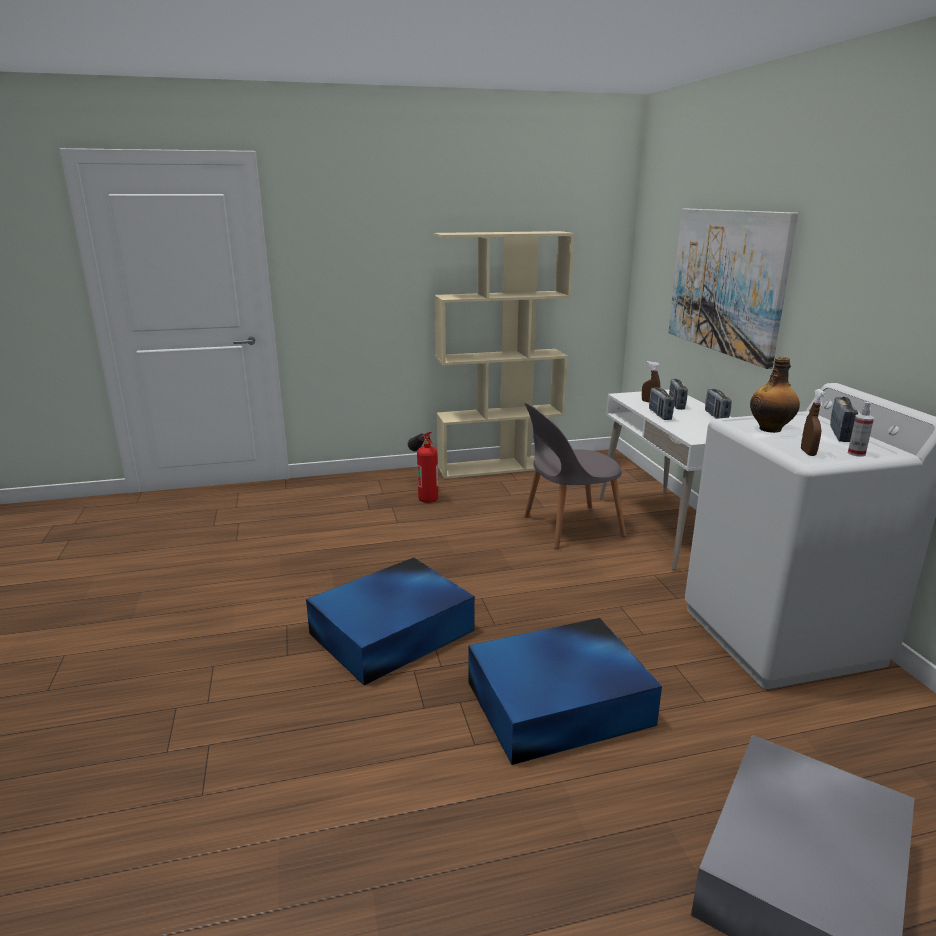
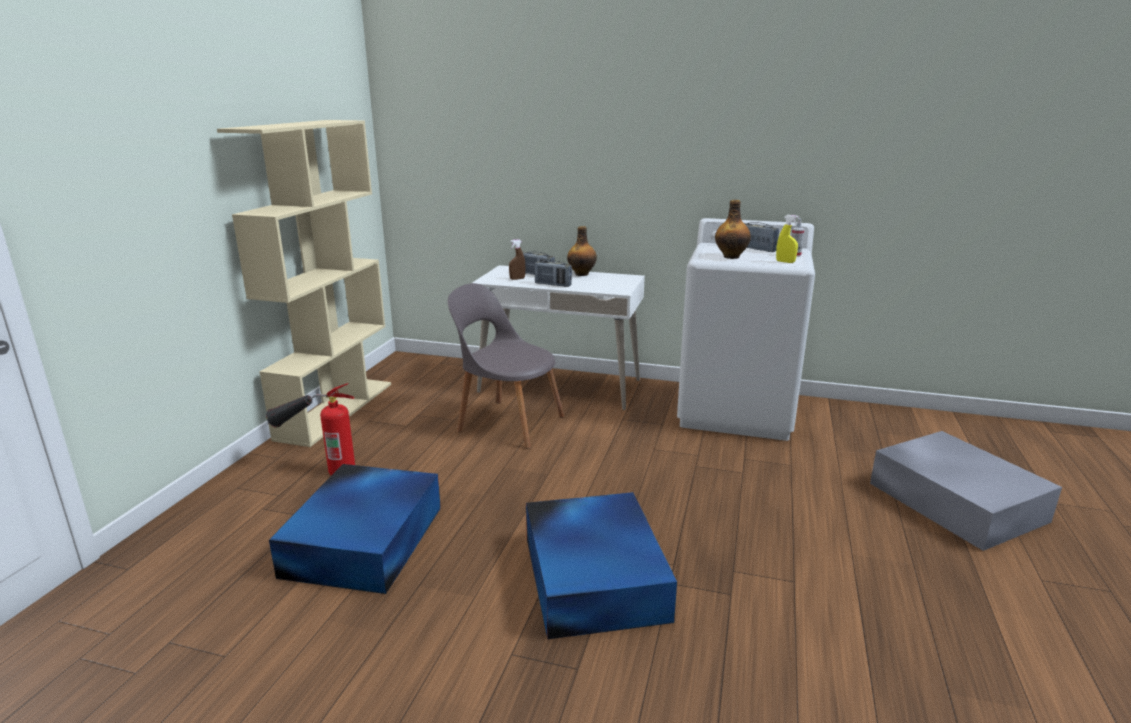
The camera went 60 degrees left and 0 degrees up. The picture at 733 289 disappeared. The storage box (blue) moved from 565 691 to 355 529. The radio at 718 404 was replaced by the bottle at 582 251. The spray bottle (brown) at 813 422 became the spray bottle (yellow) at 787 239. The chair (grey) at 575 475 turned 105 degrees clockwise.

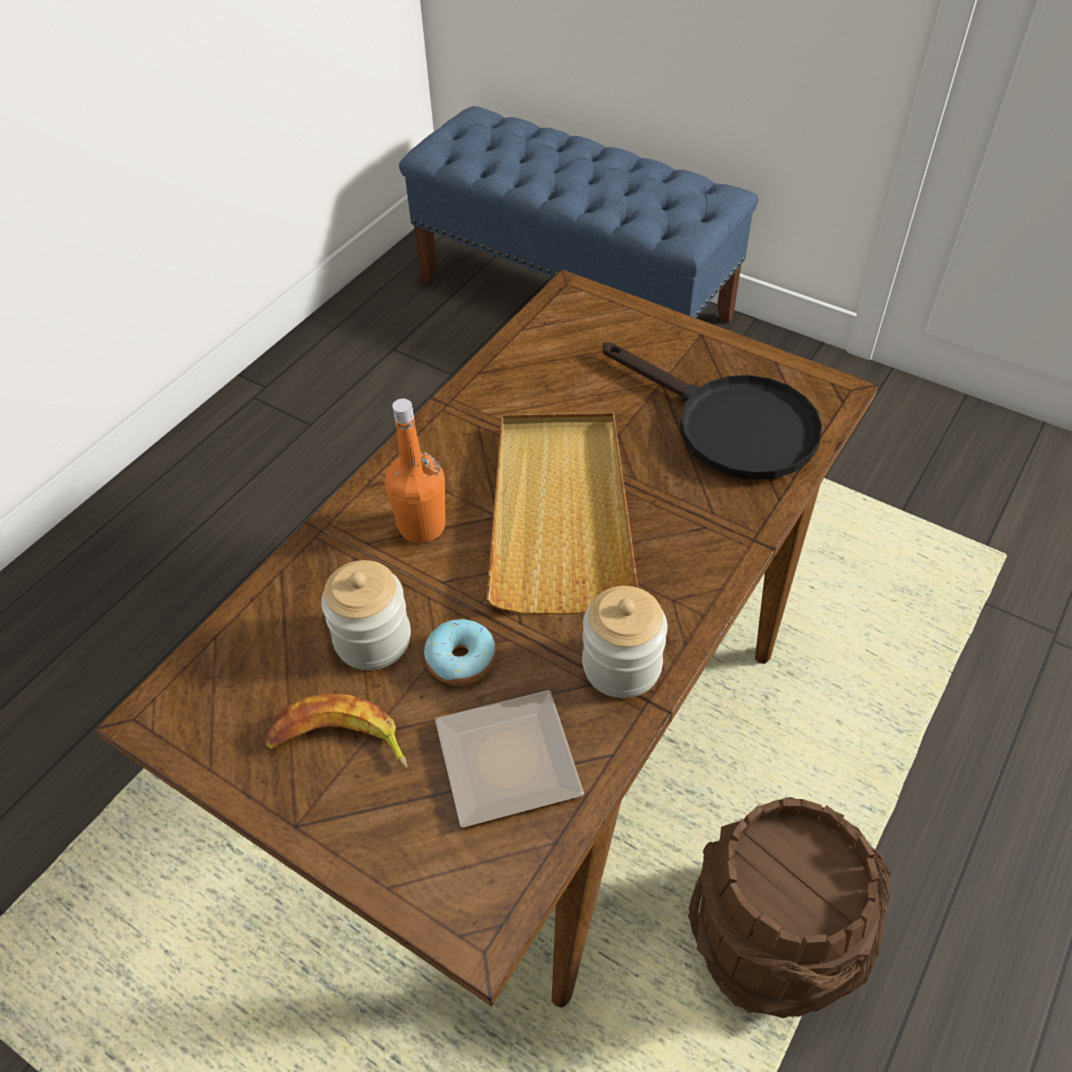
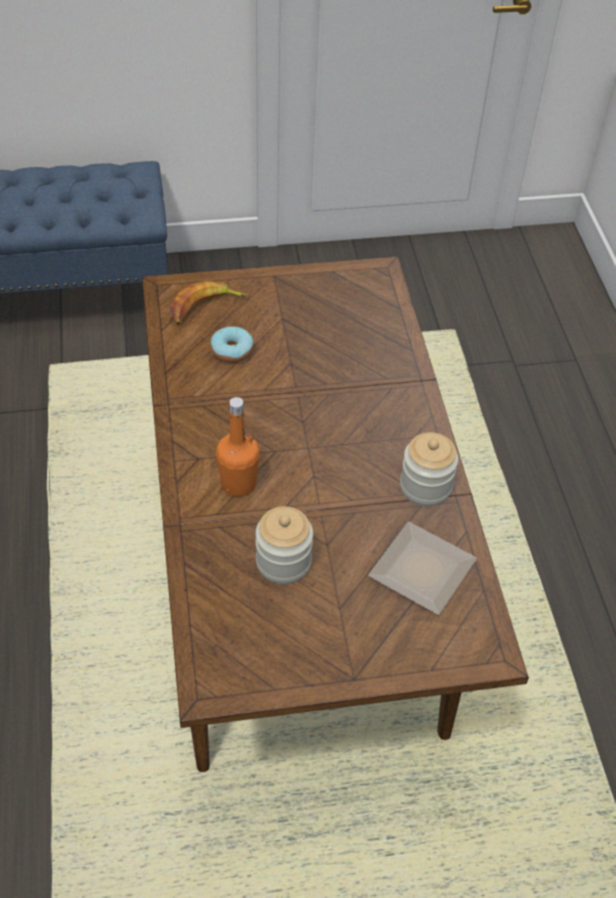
The camera went 45 degrees left and 0 degrees up. The tray (beige) at 562 513 disappeared. The frying pan (black) at 712 411 disappeared. The bucket (brown) at 789 907 disappeared. The banana moved from 336 731 to 209 302. The donut moved from 460 652 to 232 344.

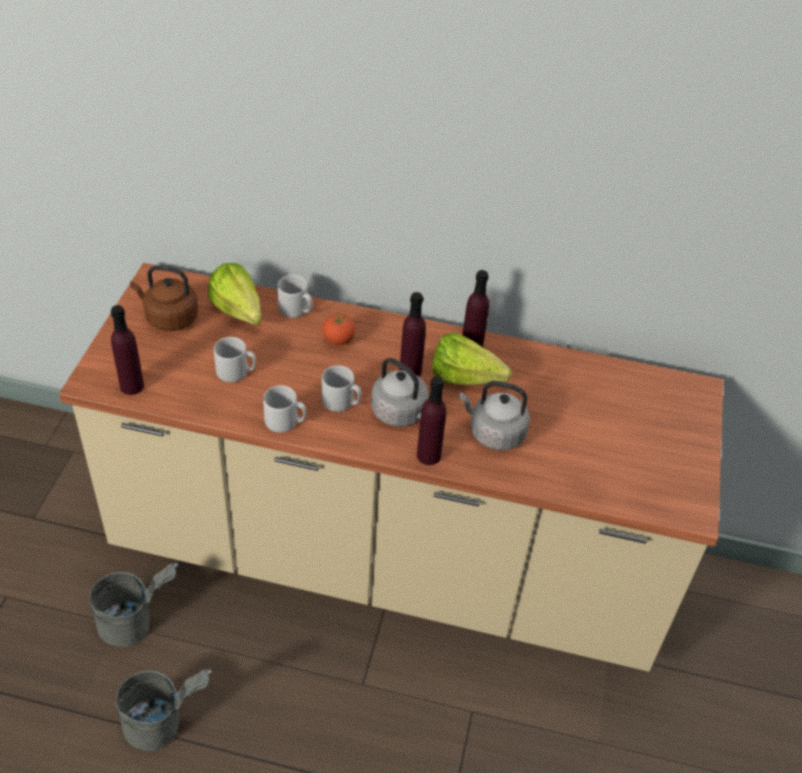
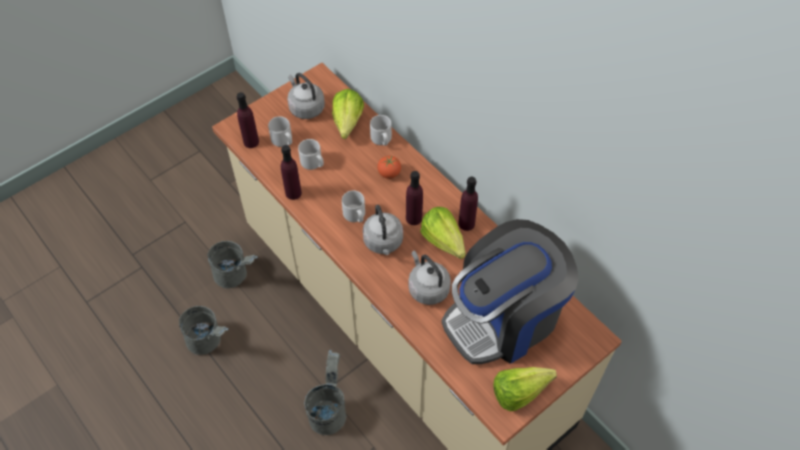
The camera went 40 degrees right and 10 degrees up. The bucket (grey) at 325 392 appeared. The coffee machine at 510 291 appeared. The lettuce at 525 389 appeared. The mug (grey) moved from 284 409 to 280 131. The bottle (purple) moved from 431 420 to 291 172. The kettle (brown) at 164 298 became the kettle (grey) at 306 96.

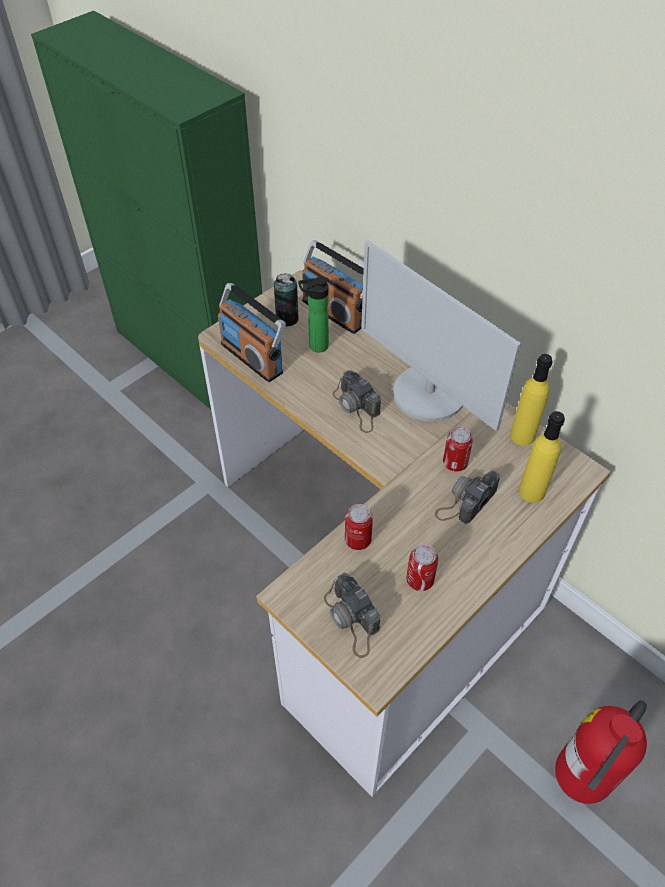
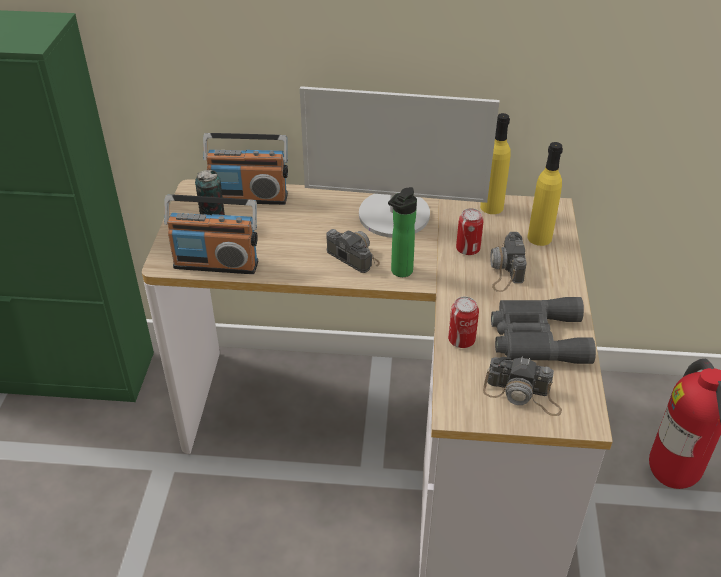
The camera went 40 degrees left and 10 degrees down. The bottle moved from 313 314 to 402 232. The can at 422 567 was replaced by the binoculars (grey) at 543 330. The photo camera at 357 401 turned 150 degrees counterclockwise.

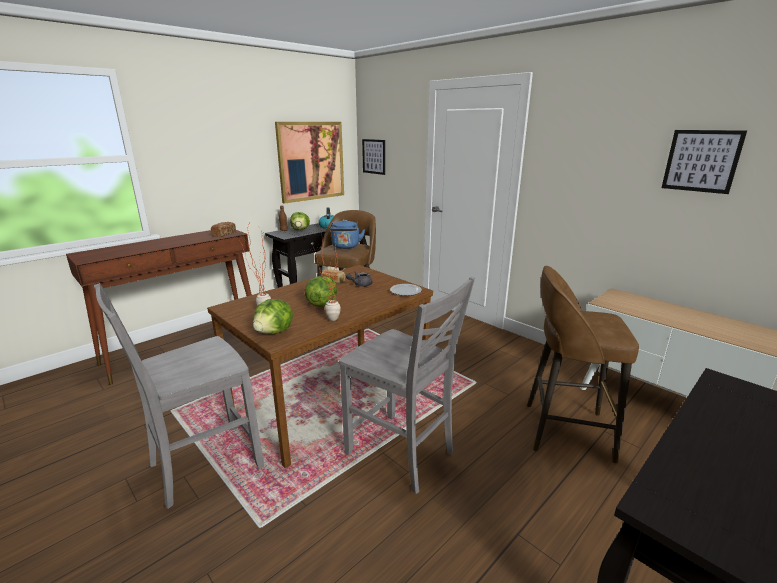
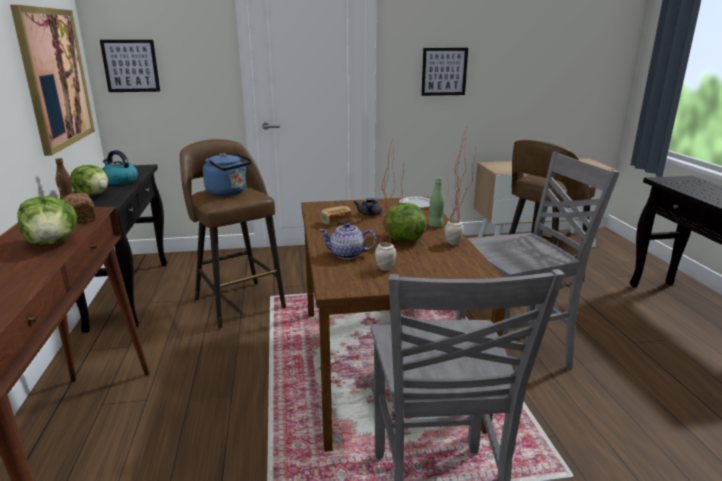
The camera went 55 degrees left and 0 degrees up. The teapot at 347 241 appeared. The bottle (green) at 437 202 appeared. The lettuce moved from 273 316 to 47 221. The picture moved from 704 162 to 444 72.

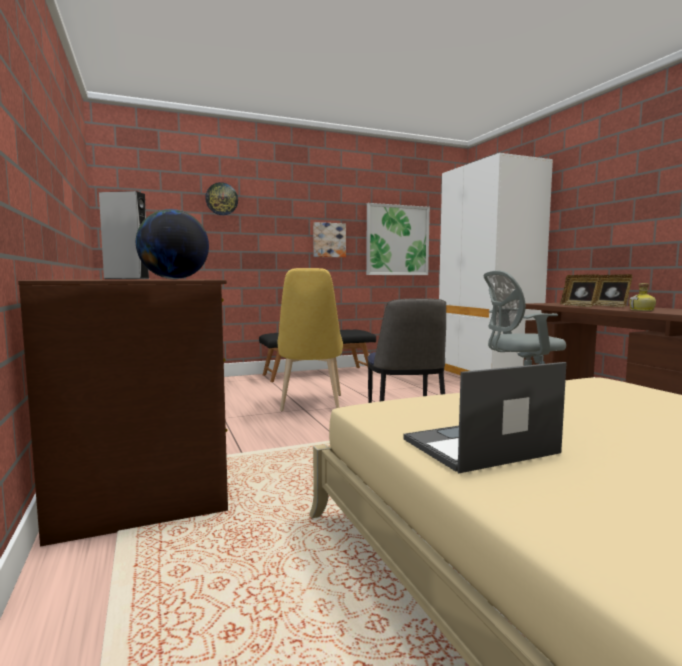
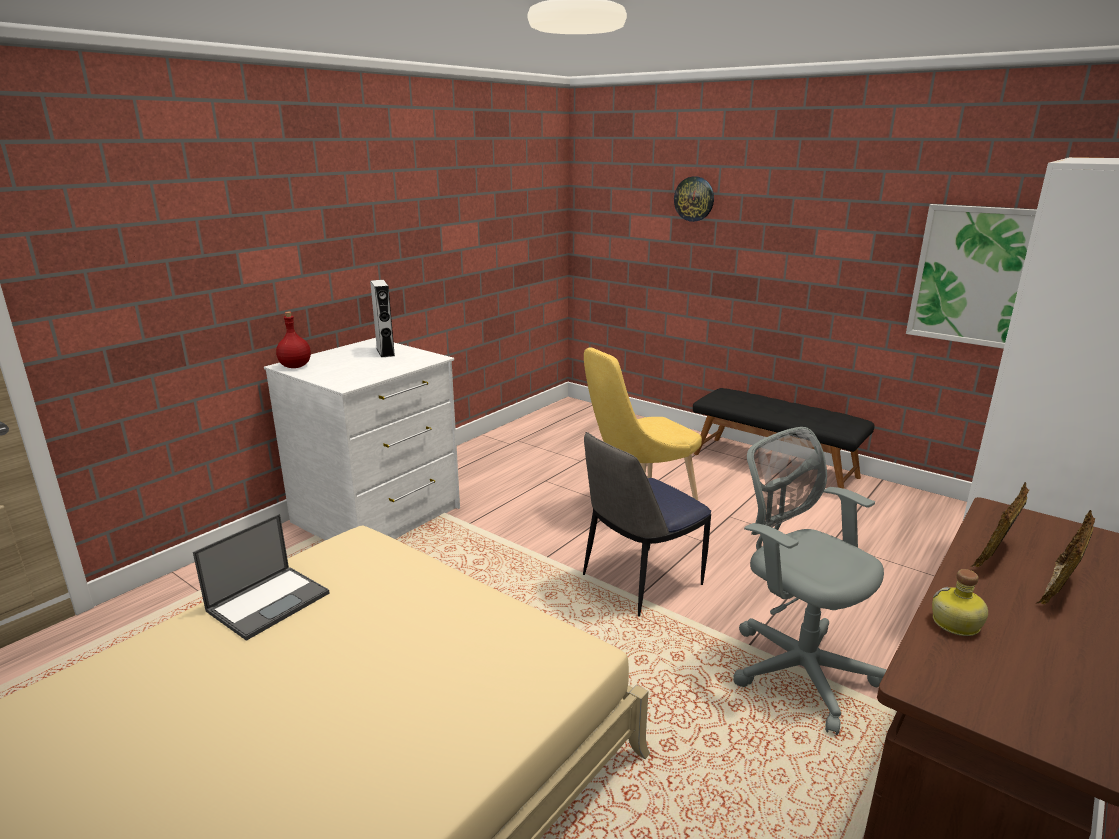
The camera went 60 degrees right and 15 degrees up. The globe at 172 244 disappeared. The picture at 329 240 disappeared. The bottle (red) at 293 340 appeared. The dresser (brown) at 123 412 became the dresser (white) at 362 439. The laptop at 484 417 turned 90 degrees clockwise.

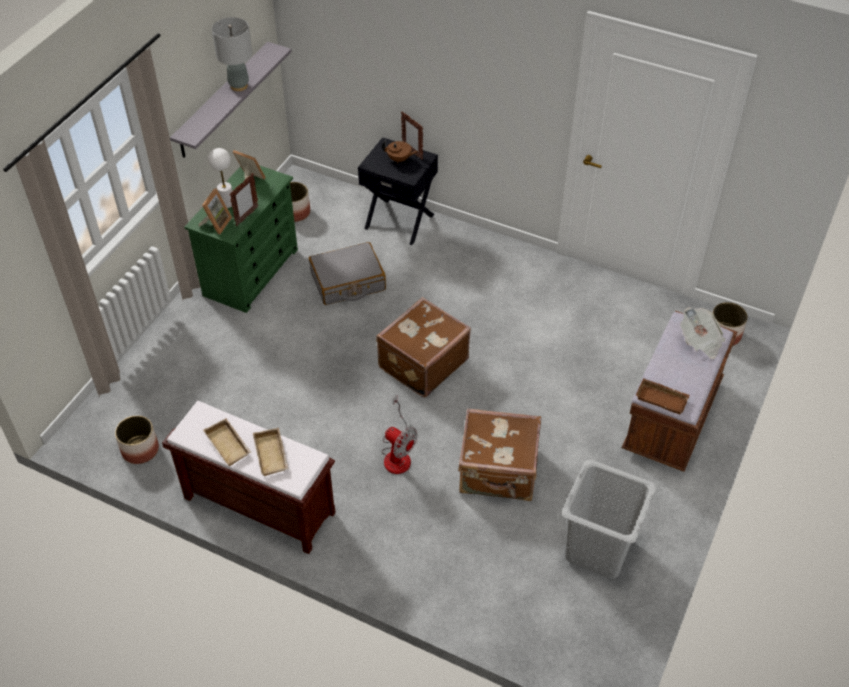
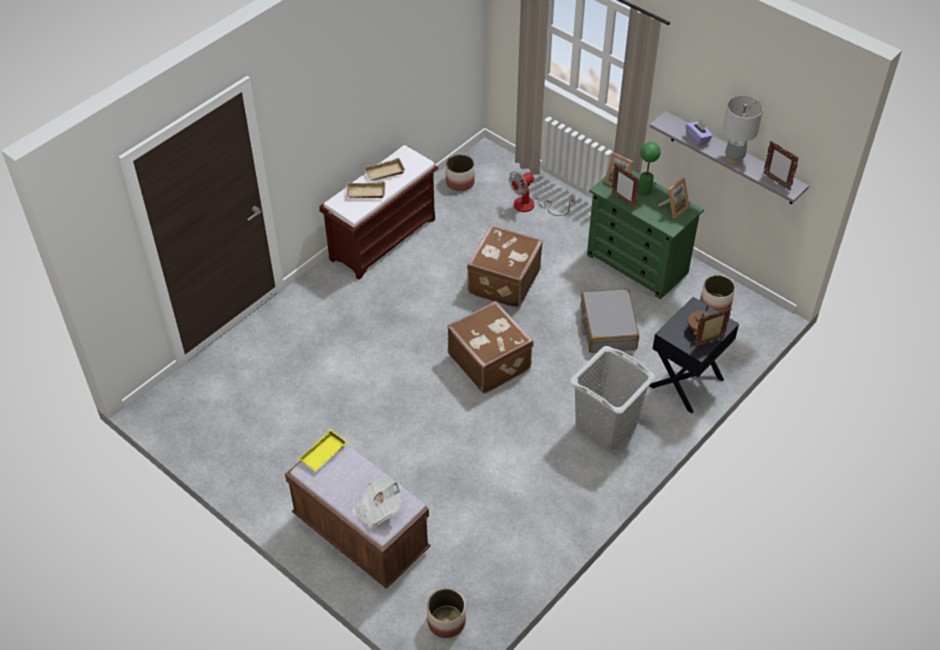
The camera went 105 degrees right and 0 degrees up. The tissue box (purple) at 699 133 appeared. The picture frame at 781 166 appeared. The fan moved from 399 434 to 542 193. The suitcase (brown) moved from 499 454 to 505 267. The laundry basket (grey) moved from 609 519 to 613 398. The table lamp (white) at 220 178 became the table lamp (green) at 649 169. The tray (brown) at 663 396 became the tray (yellow) at 323 450.

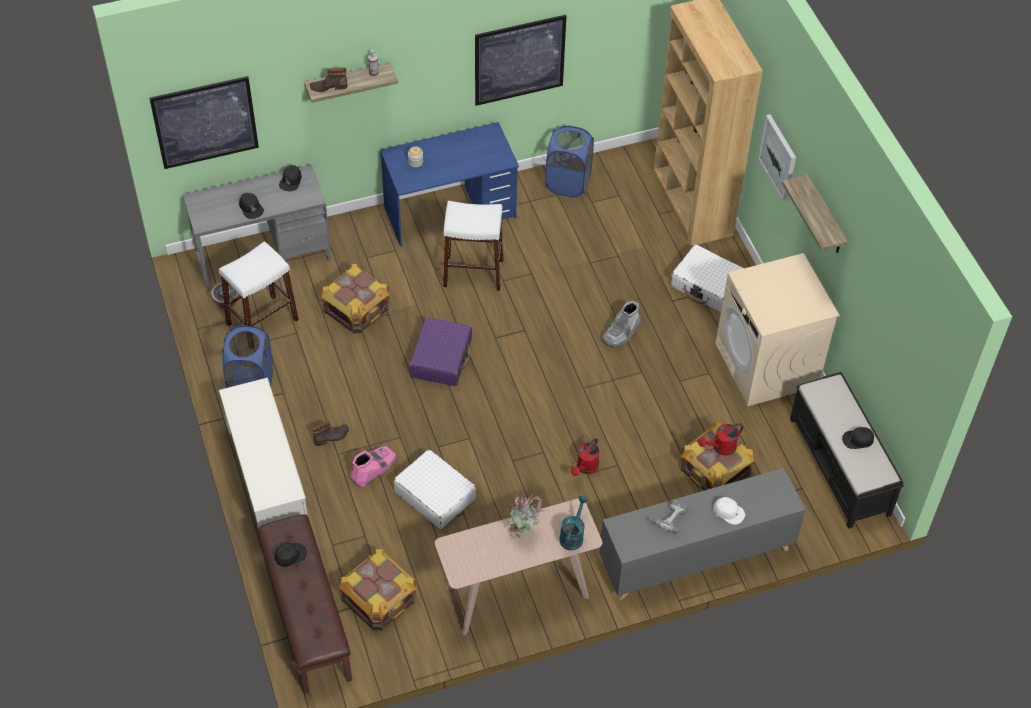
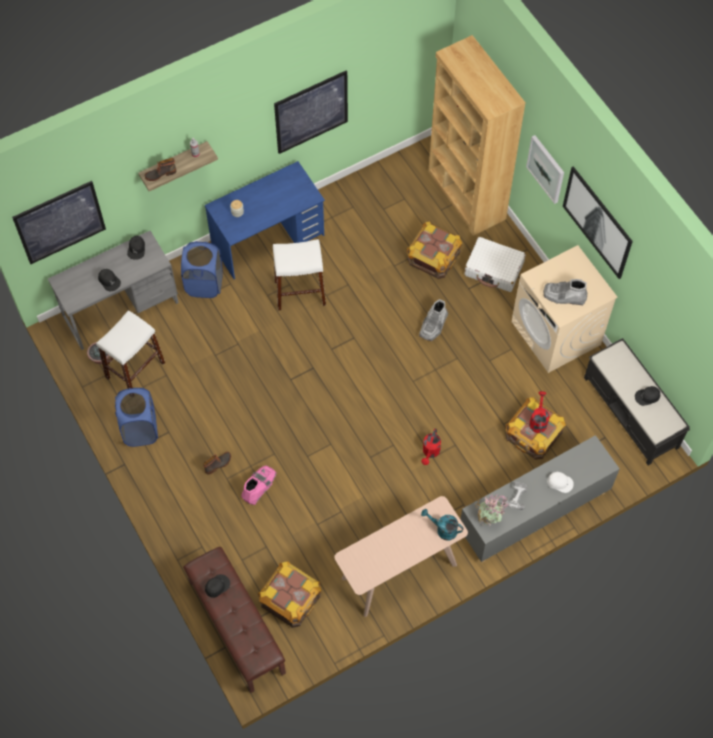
The camera went 10 degrees left and 10 degrees up. The shoe rack (white) at 263 452 disappeared. The suitcase (white) at 434 489 disappeared. The suitcase (purple) at 440 351 disappeared. The boot (grey) at 565 292 appeared. The crate moved from 355 298 to 435 250. The potted plant moved from 526 515 to 491 510. The laundry basket (blue) moved from 569 161 to 202 269. The shelf at 815 213 was replaced by the picture at 598 222. The watering can (turquoise) at 574 523 turned 75 degrees counterclockwise. The watering can (red) at 720 439 turned 135 degrees clockwise.

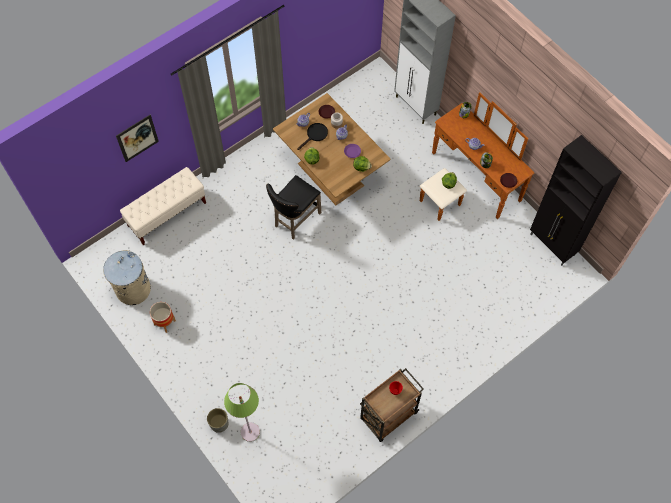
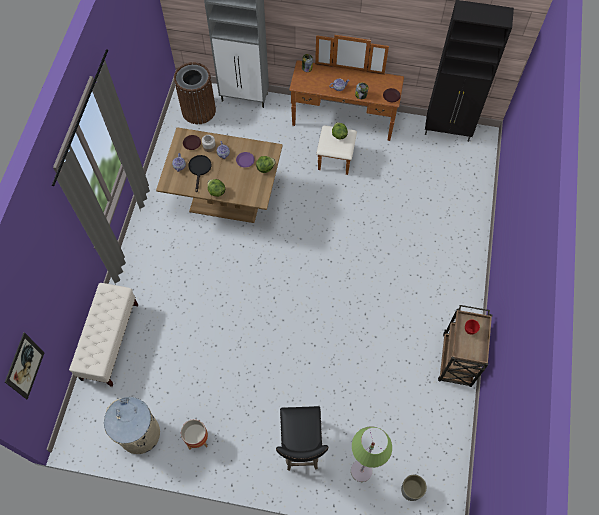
The camera went 40 degrees left and 0 degrees up. The trash can (brown) at 195 93 appeared. The picture moved from 137 138 to 24 366. The planter (grey) moved from 217 420 to 414 488. The stool (black) moved from 293 207 to 302 438.

